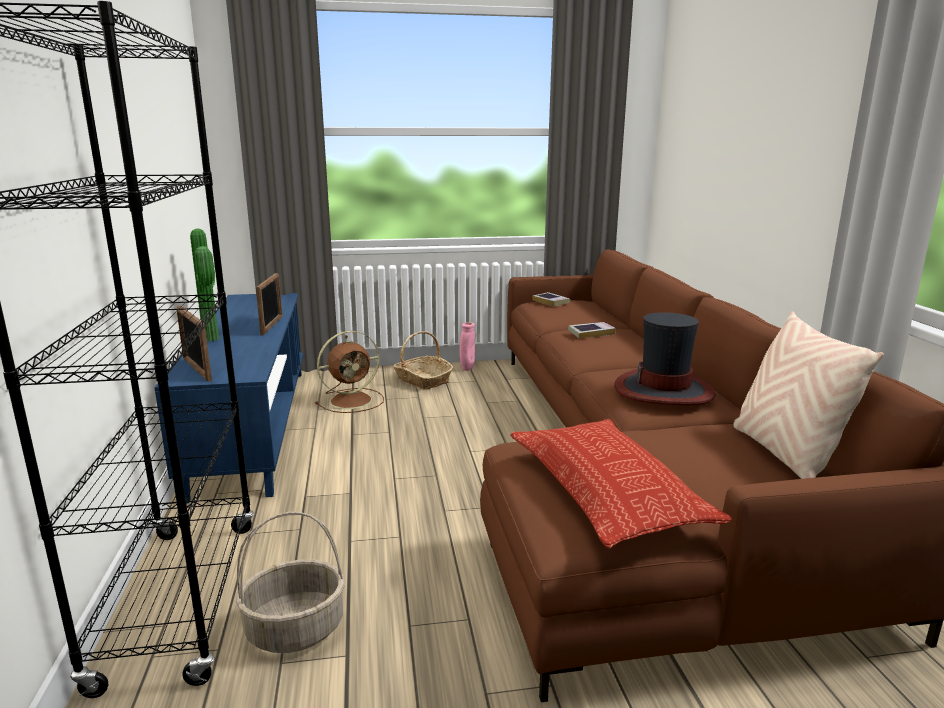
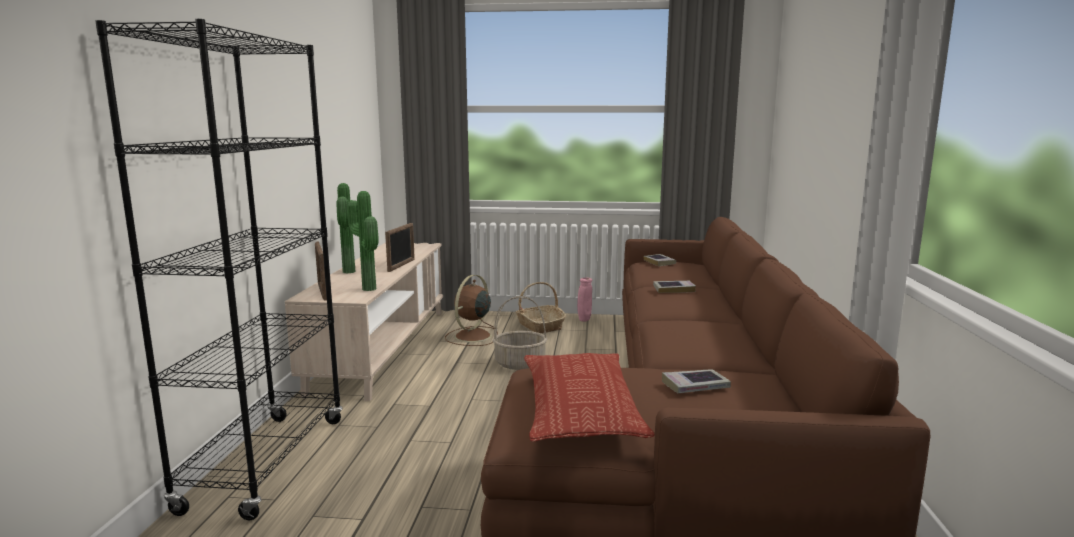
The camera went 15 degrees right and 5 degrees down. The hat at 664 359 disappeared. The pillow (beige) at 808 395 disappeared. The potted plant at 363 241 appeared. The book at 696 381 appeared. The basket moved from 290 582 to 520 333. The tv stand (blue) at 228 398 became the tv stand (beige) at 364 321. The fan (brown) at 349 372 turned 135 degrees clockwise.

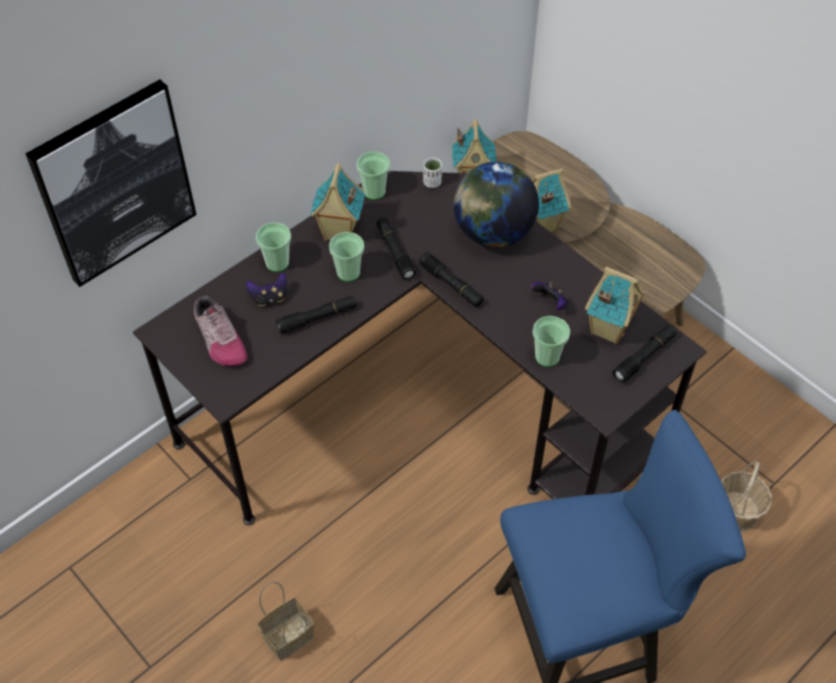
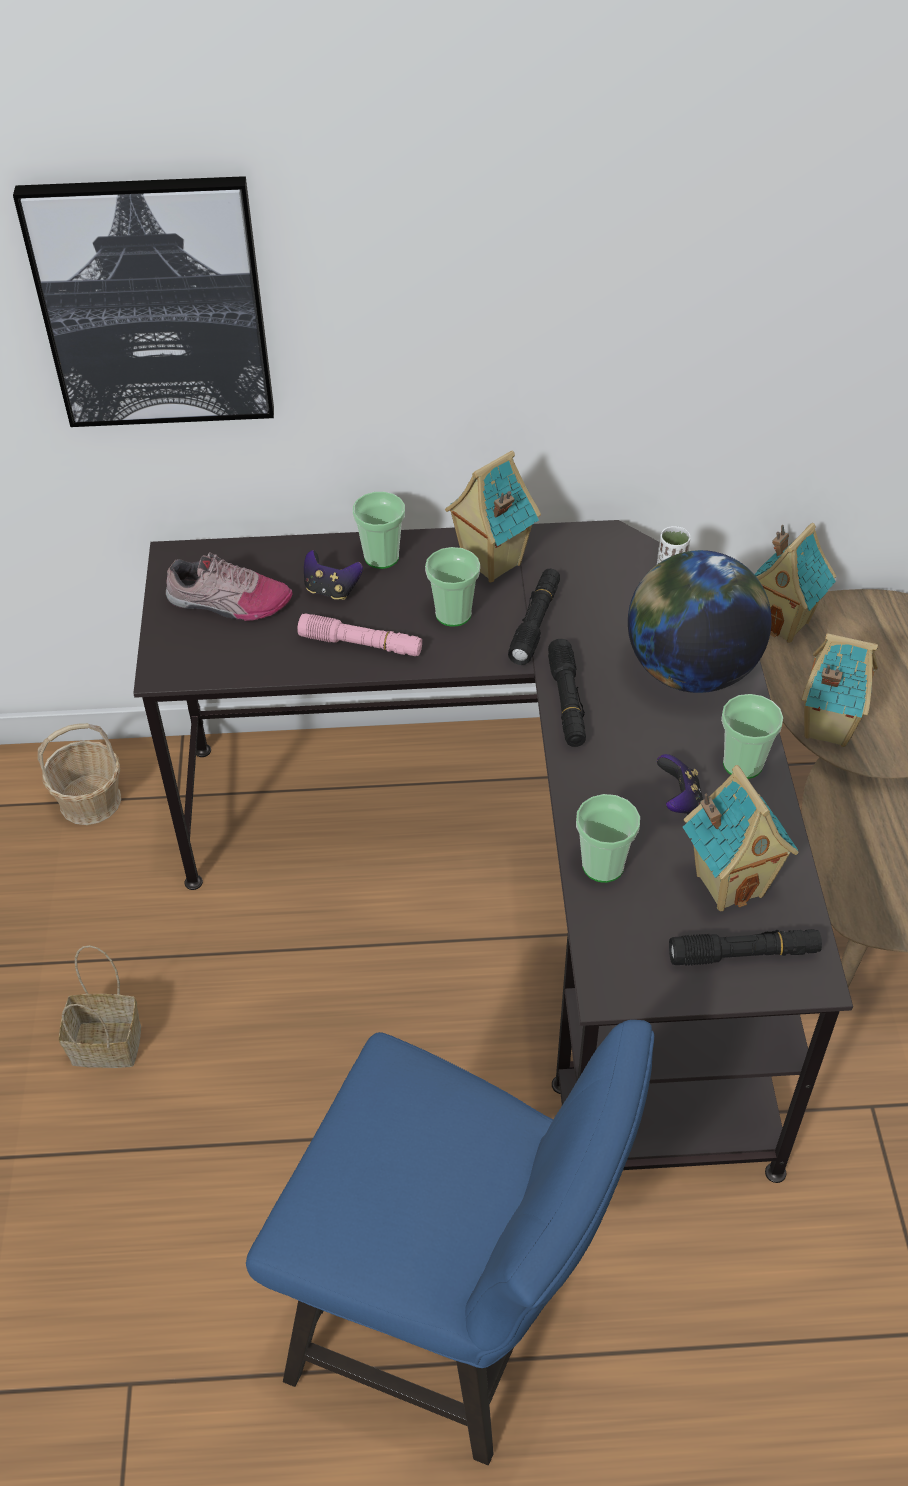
The camera went 40 degrees right and 5 degrees down. The cup moved from 373 176 to 752 736. The basket moved from 746 496 to 79 774. The flashlight (black) at 316 315 became the flashlight (pink) at 359 634. The shoe at 220 331 turned 90 degrees counterclockwise.

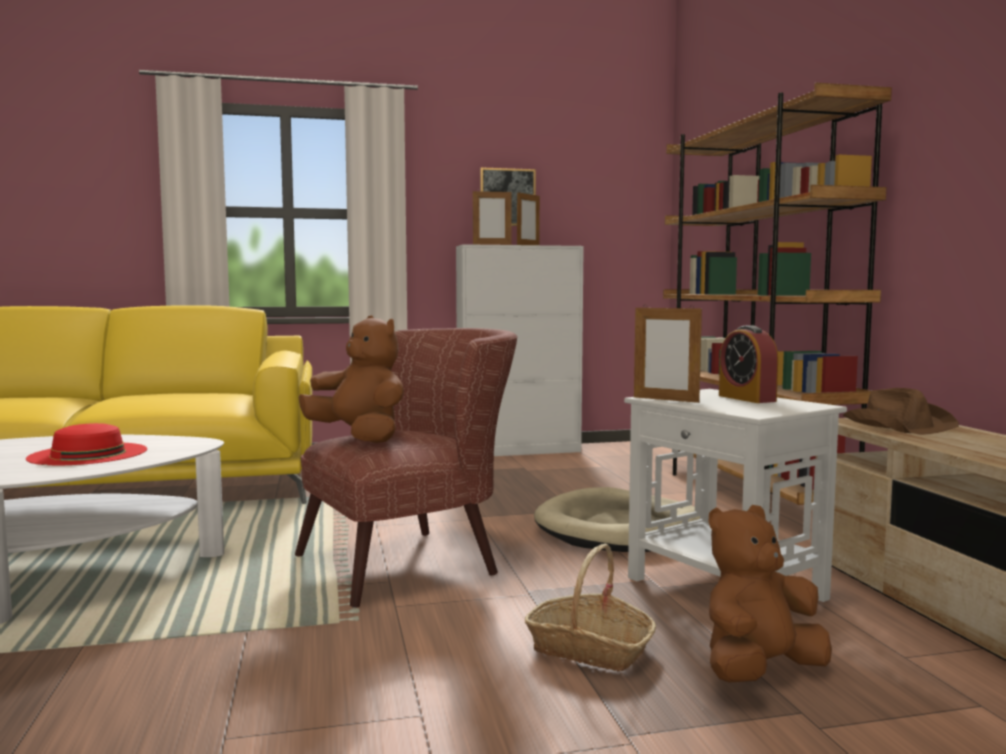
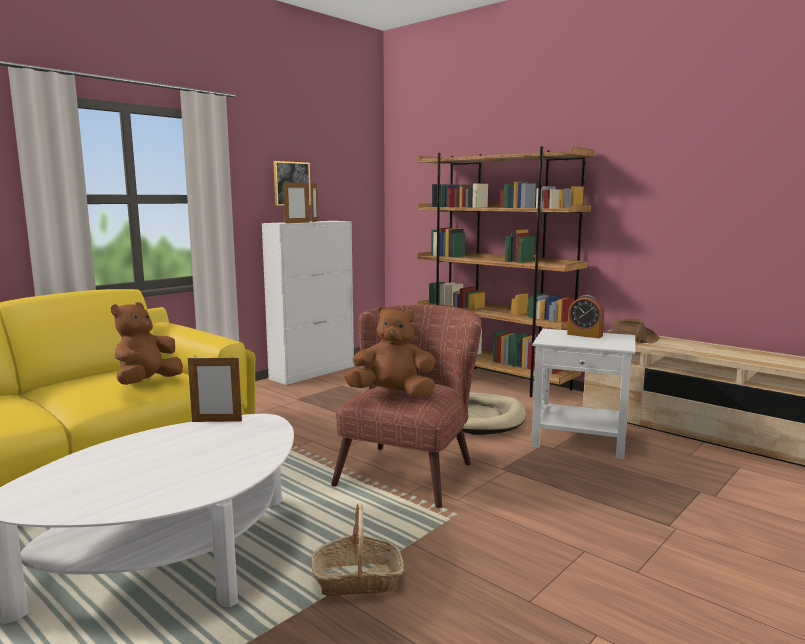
The camera went 35 degrees left and 5 degrees up. The hat (red) at 86 444 disappeared. The basket moved from 590 607 to 357 549. The picture frame moved from 668 354 to 215 388. The plush toy (brown) moved from 770 594 to 147 343.

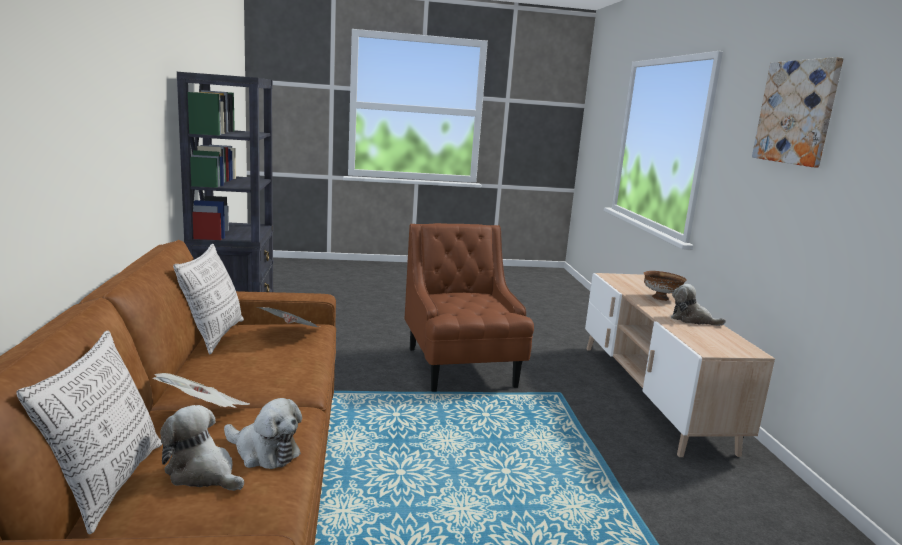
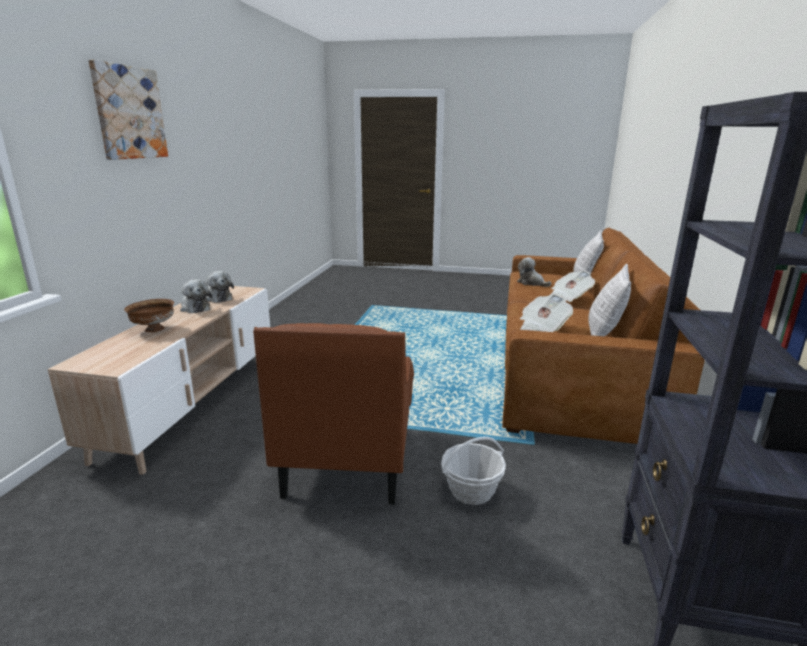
The camera went 160 degrees left and 5 degrees up. The basket at 473 471 appeared. The plush toy moved from 202 448 to 220 287.

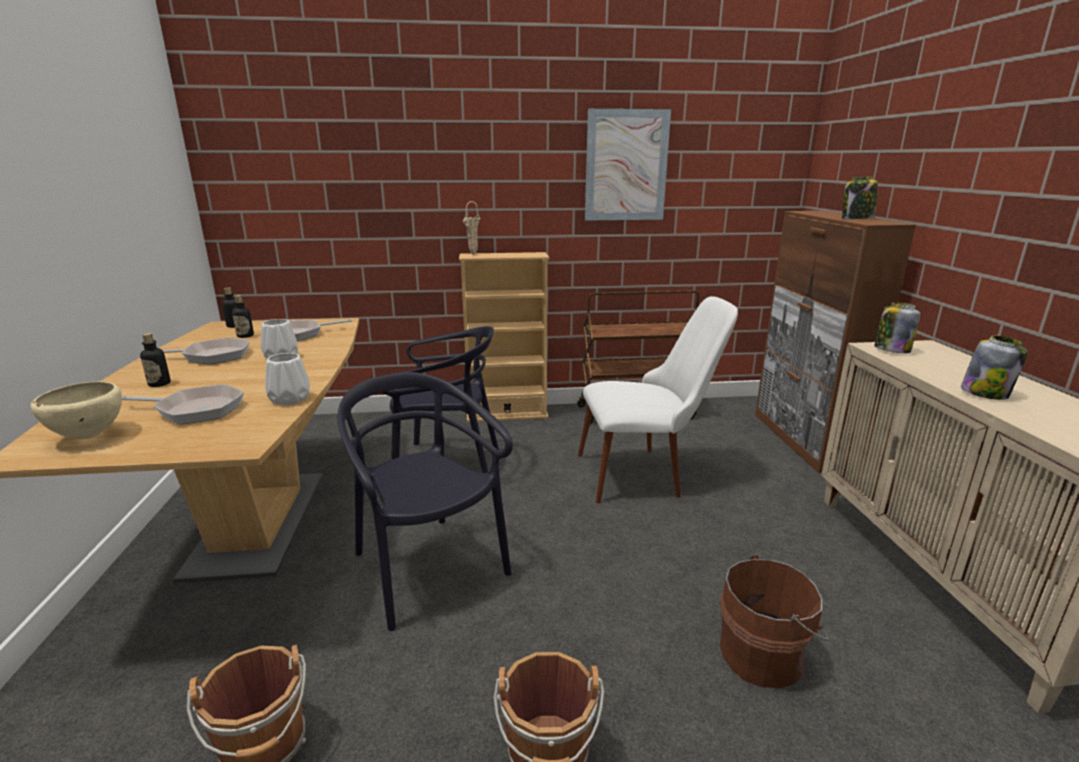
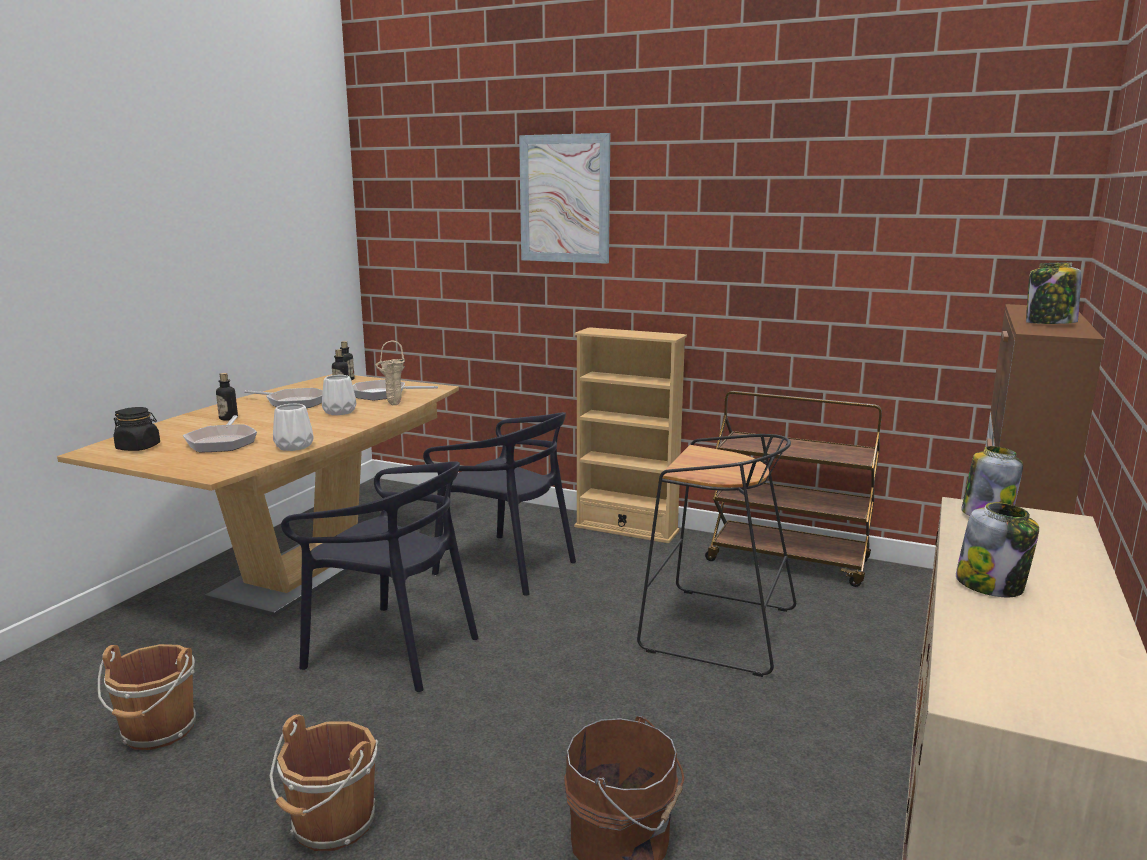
The camera went 30 degrees right and 5 degrees down. The vase (beige) moved from 472 227 to 390 373. The picture moved from 628 165 to 564 198. The bowl (beige) at 76 410 was replaced by the jar (black) at 137 429. The chair (white) at 658 399 was replaced by the stool (black) at 716 555. The frying pan at 183 404 turned 45 degrees clockwise. The chair (black) at 425 501 turned 120 degrees clockwise.

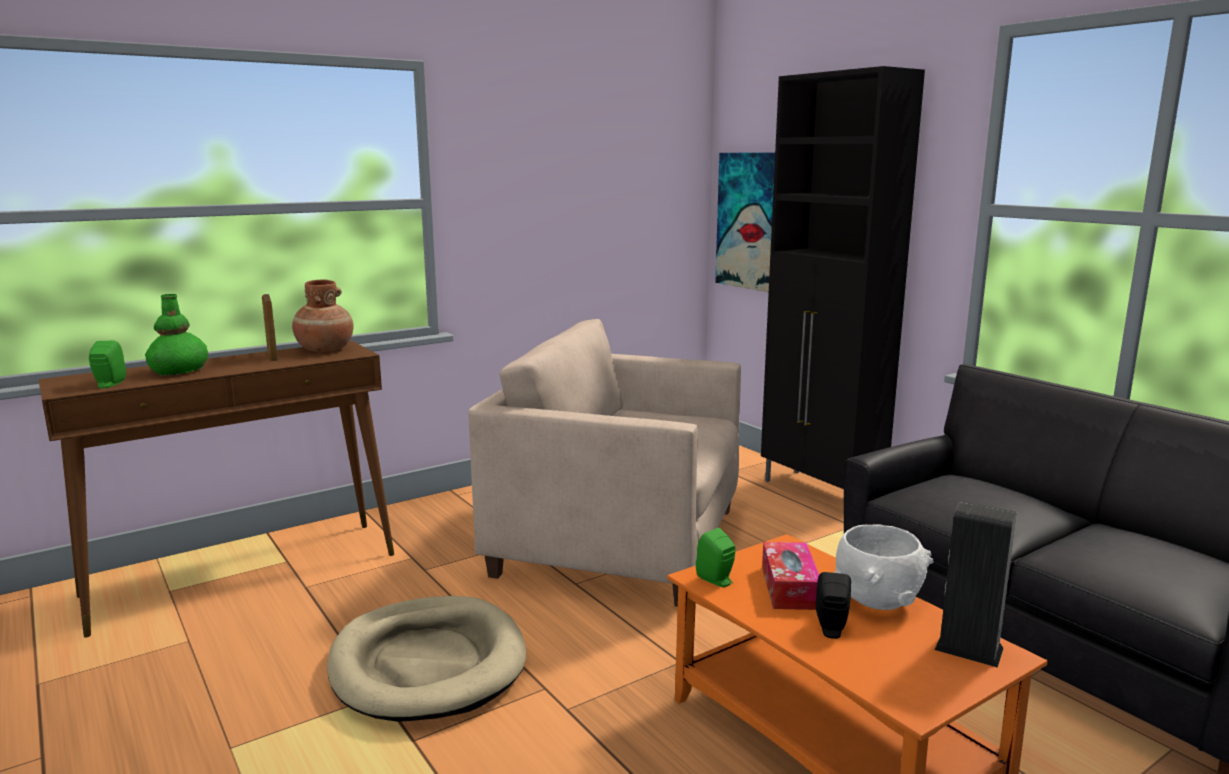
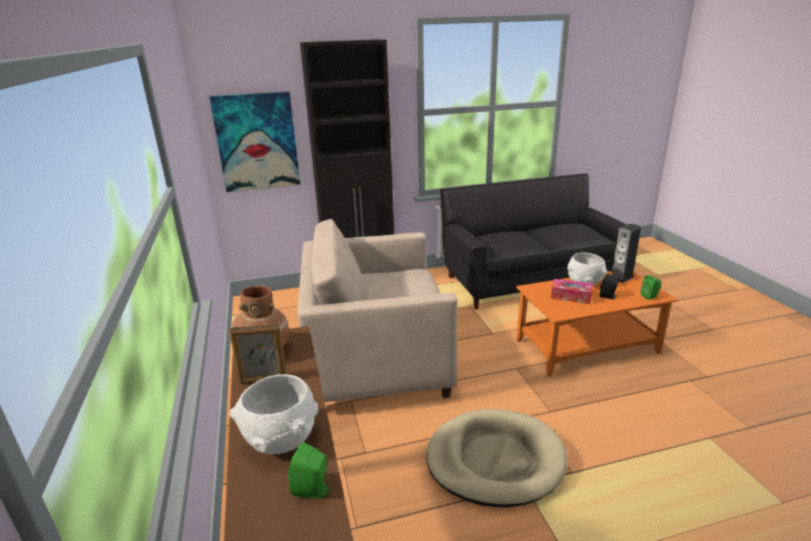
The camera went 70 degrees left and 10 degrees up. The speaker (green) moved from 715 557 to 651 287. The vase (green) at 176 335 was replaced by the bowl (white) at 273 414. The armchair (beige) at 605 463 turned 45 degrees clockwise.

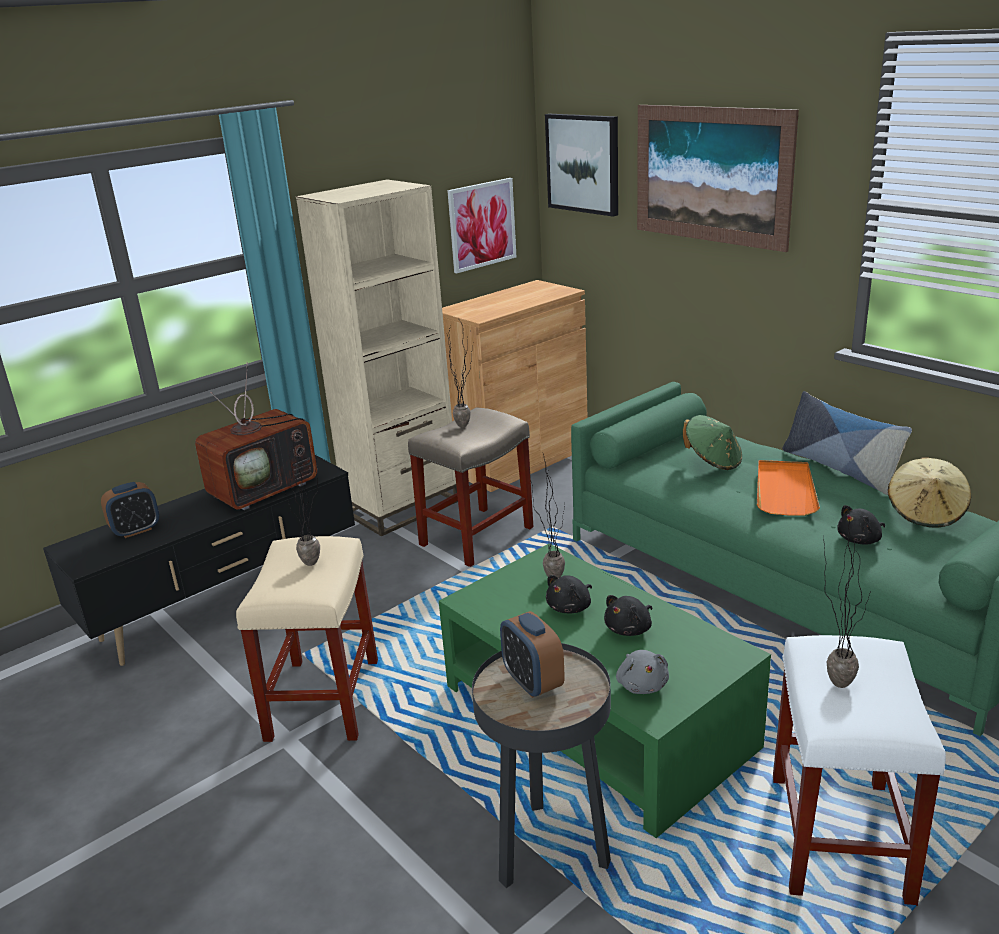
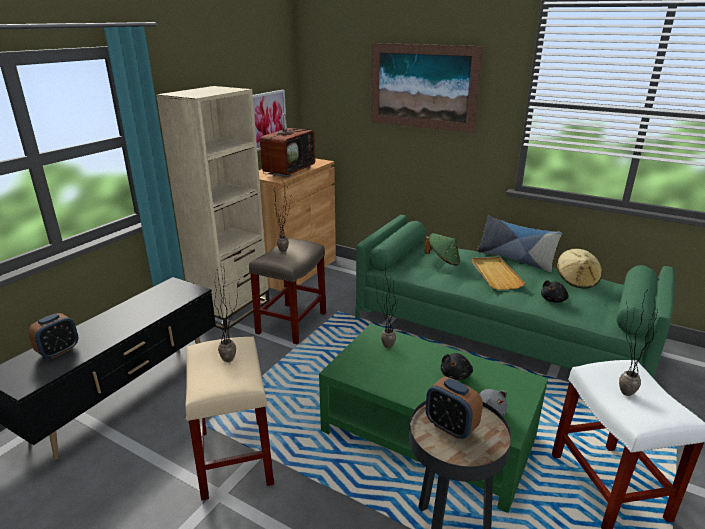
The camera went 20 degrees left and 0 degrees up. The picture at 581 165 disappeared. The plush toy (black) at 569 594 disappeared. The television moved from 256 436 to 288 137. The tray (orange) at 788 488 became the tray (beige) at 498 273.

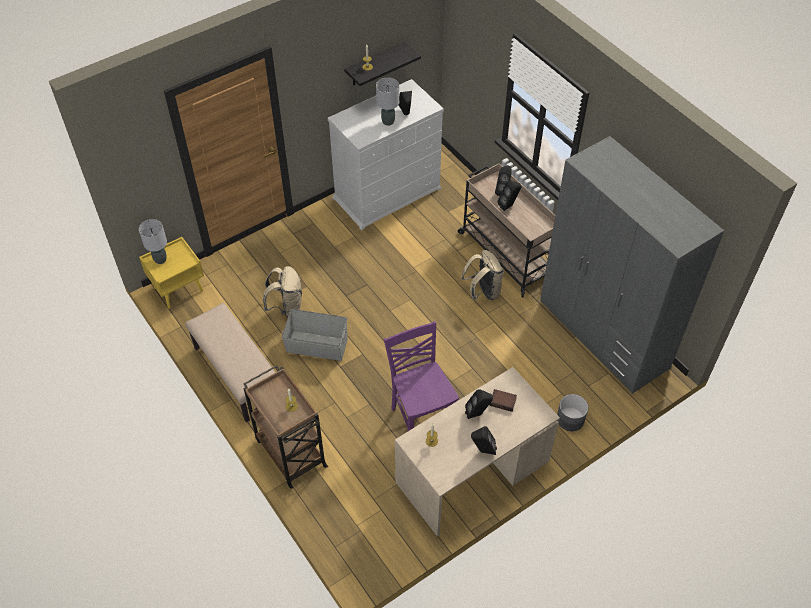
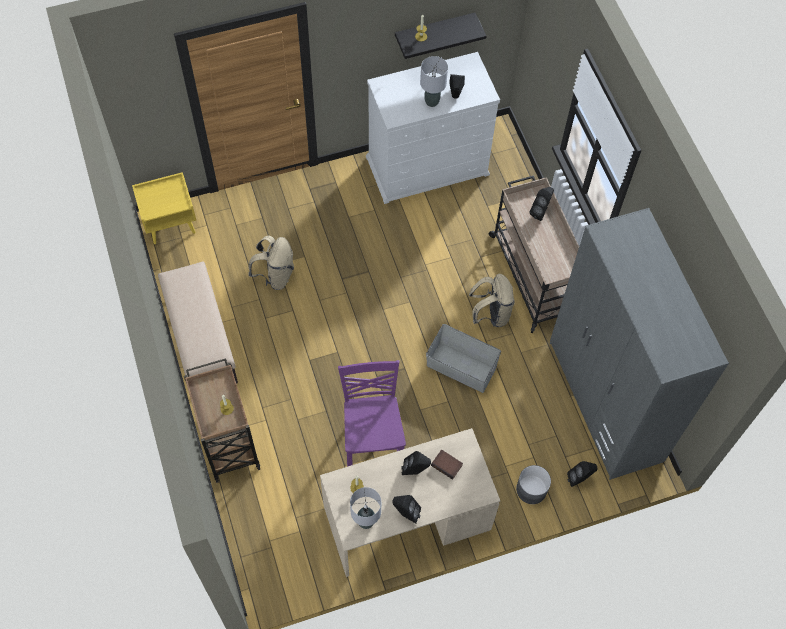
The camera went 15 degrees right and 10 degrees up. The table lamp (grey) moved from 153 241 to 365 508. The storage box (grey) moved from 314 335 to 463 358. The speaker (black) moved from 509 196 to 582 474.

